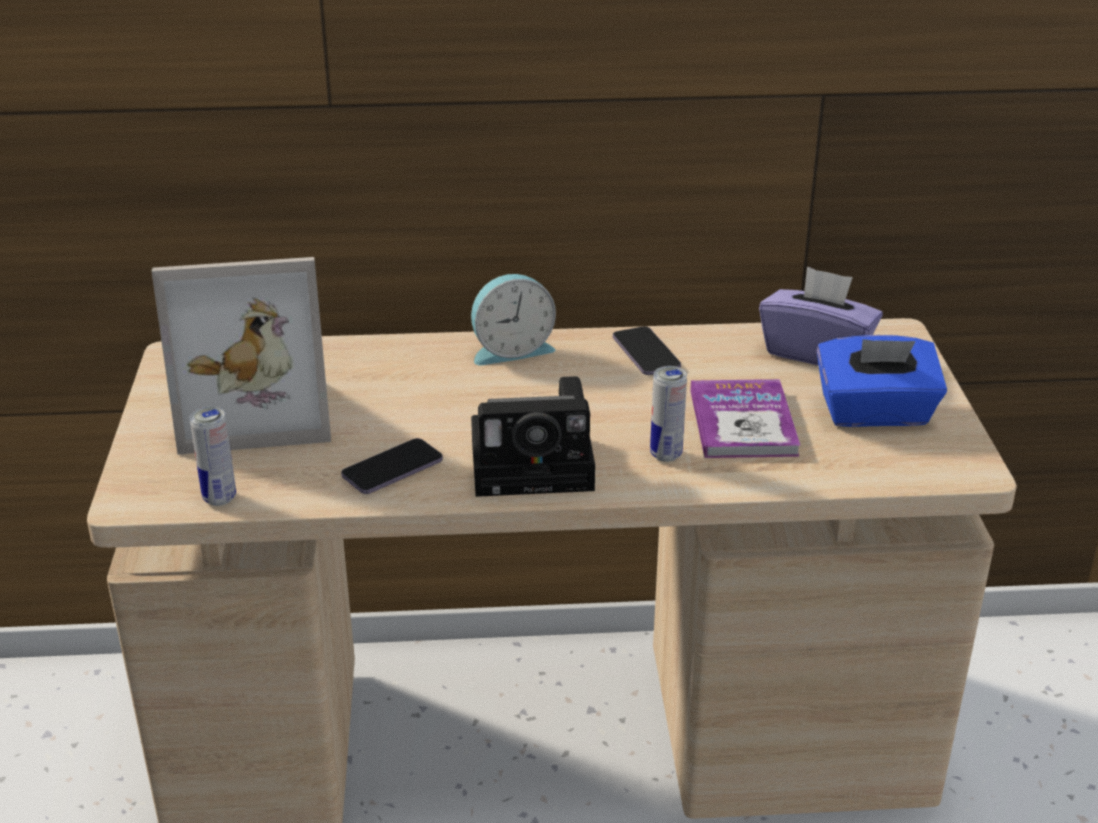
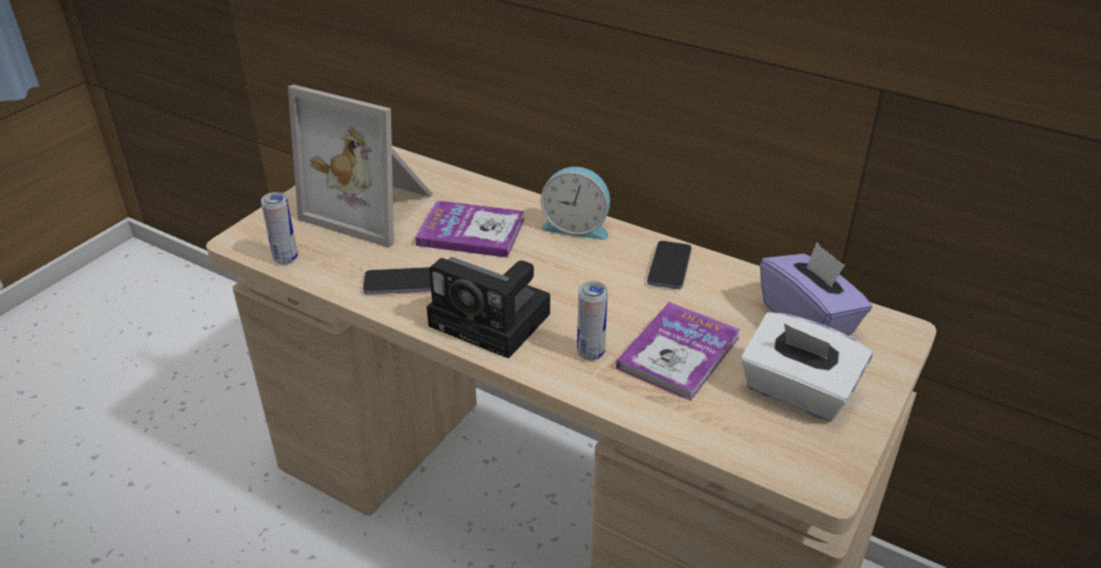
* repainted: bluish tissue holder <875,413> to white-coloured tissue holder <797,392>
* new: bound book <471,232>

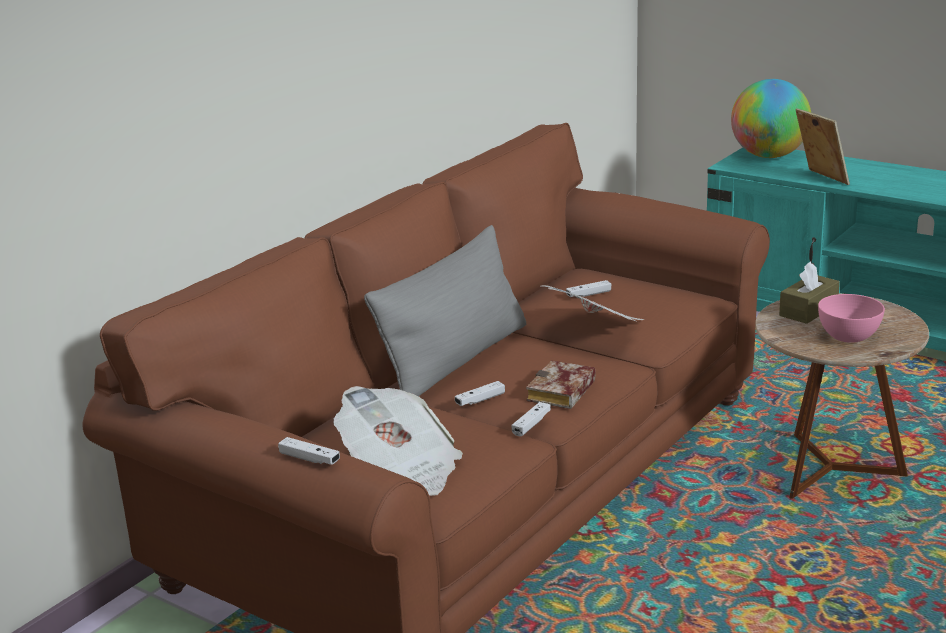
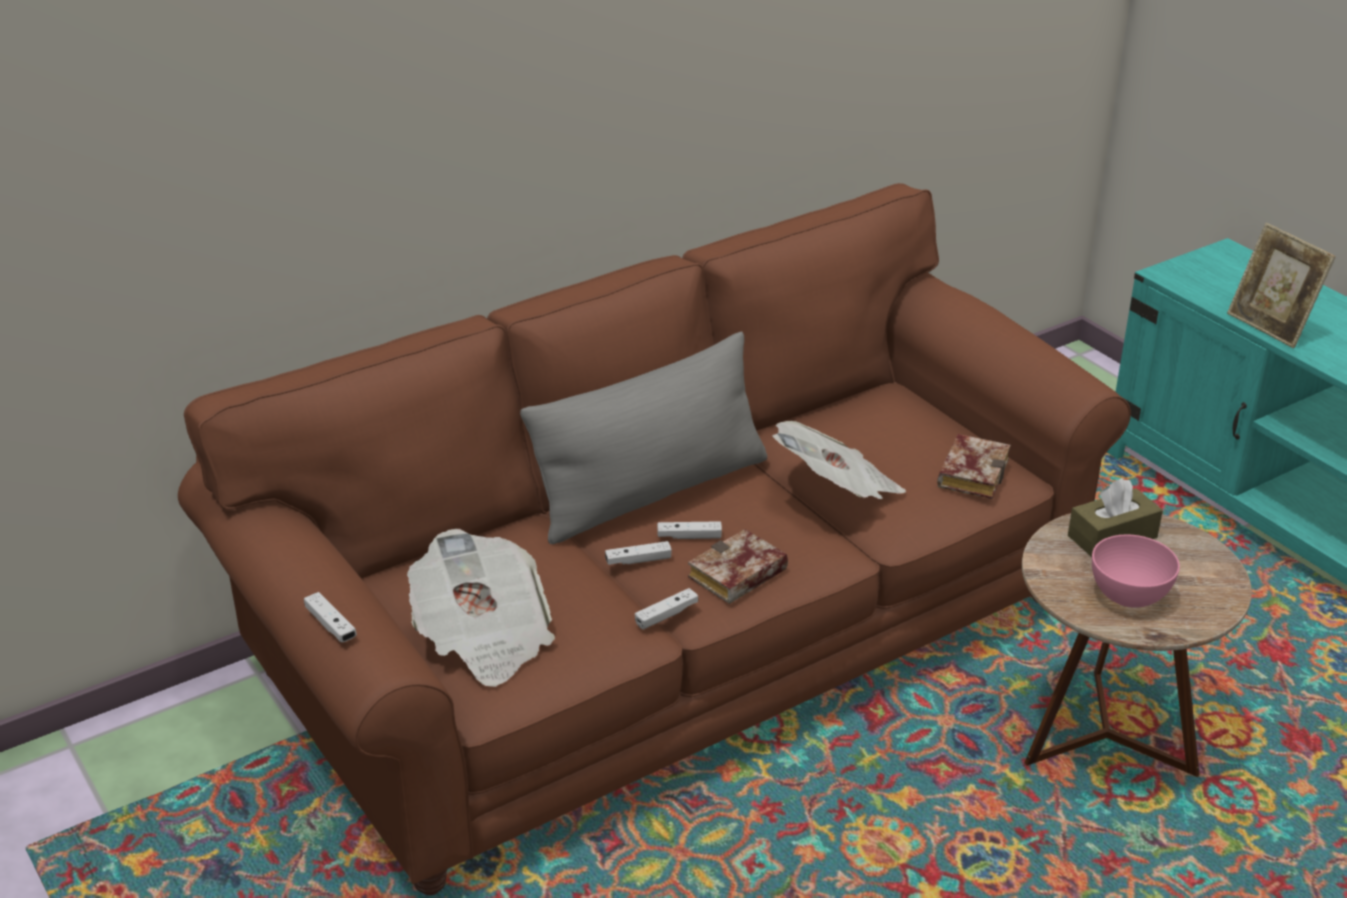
* gone: desk globe <768,156>
* rotated: picture frame <820,179> = <1270,327> 150 degrees clockwise
* shifted: white-coloured gamepad <588,294> to <689,536>
* new: bound book <971,471>

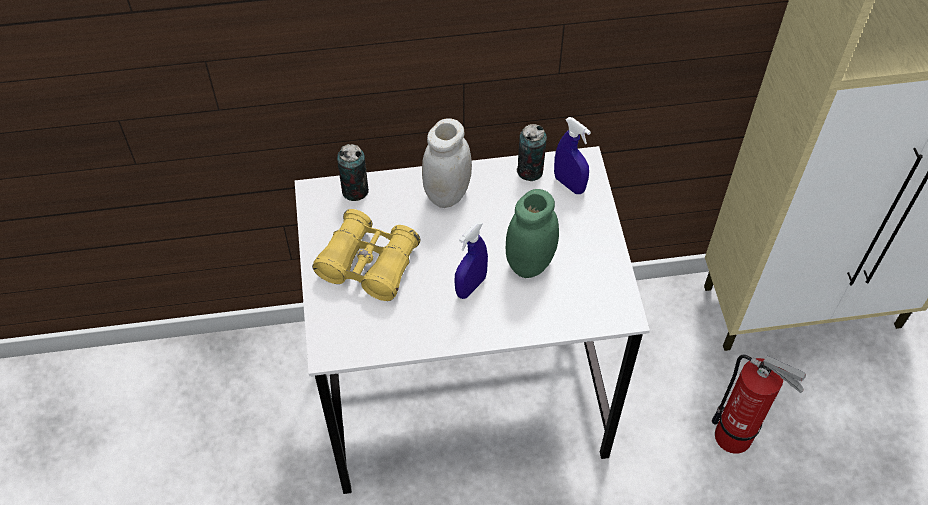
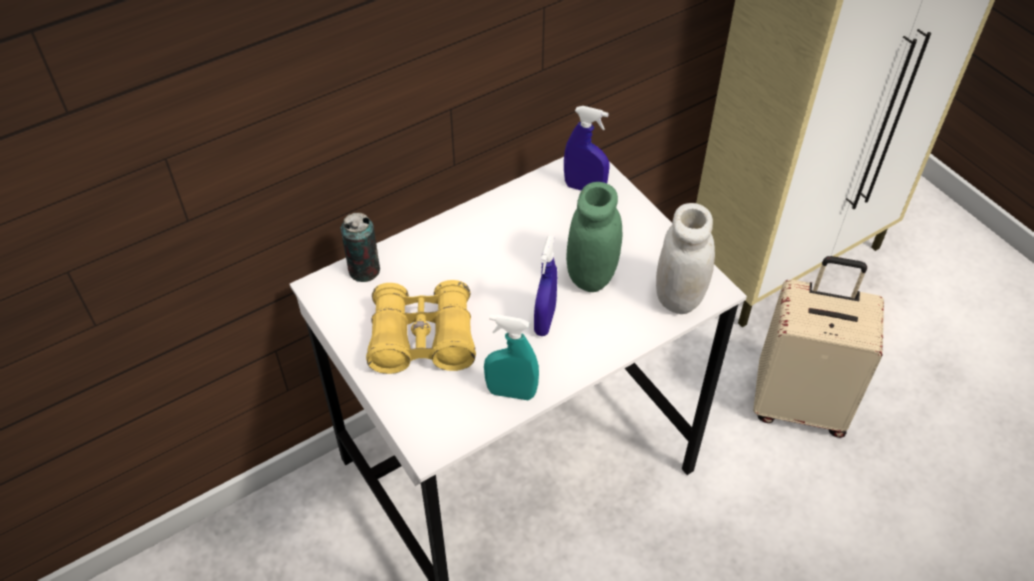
* shifted: white-coloured jar <447,194> to <679,297>
* gone: can <530,171>
* swapped: extinguisher <738,439> to beige-coloured piece of luggage <799,403>
* new: turquoise-coloured hand sprayer <511,392>

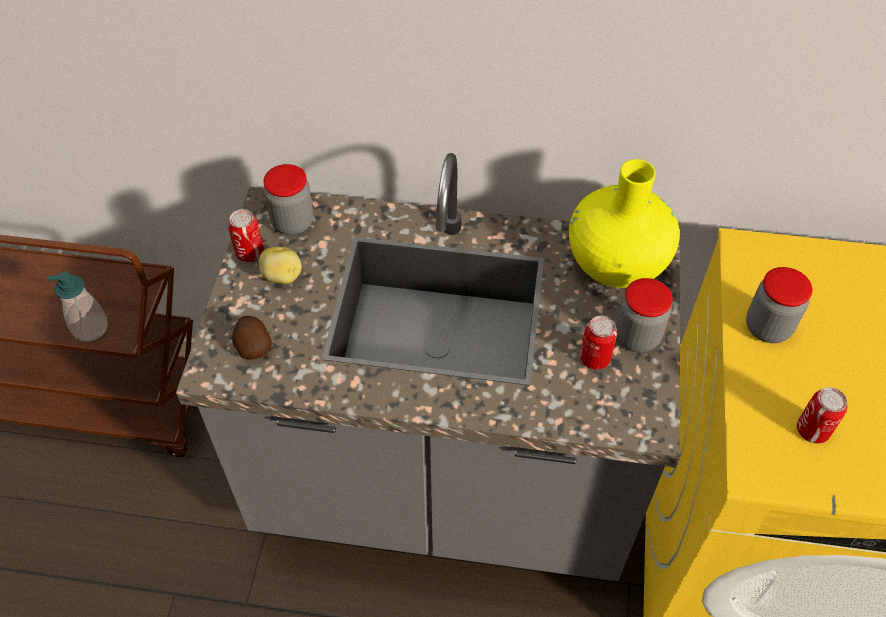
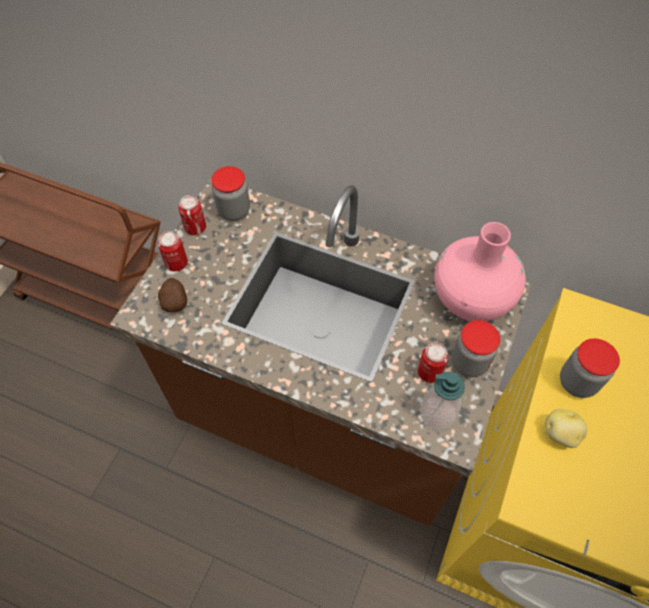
* repainted: grey kitchen base unit <443,488> to brown kitchen base unit <324,420>
* repainted: yellow decorative vase <616,264> to pink decorative vase <471,298>
* shifted: whole potato <282,277> to <560,434>
* shifted: liquid soap bottle <90,328> to <437,414>
* shifted: can <812,430> to <176,263>

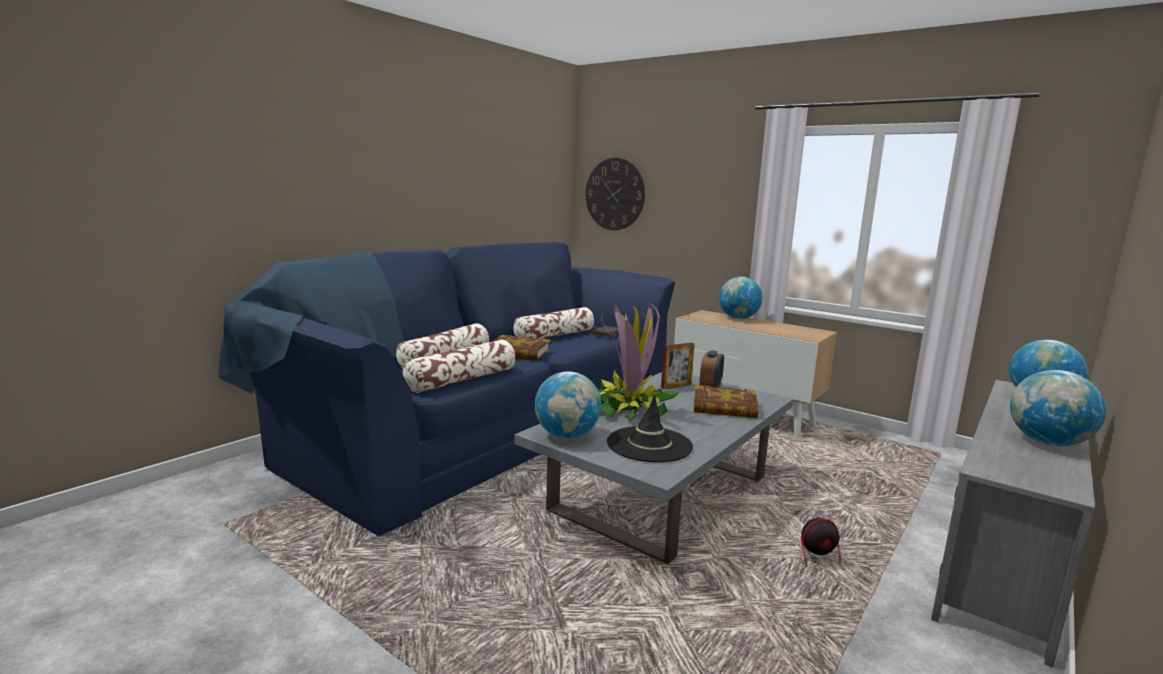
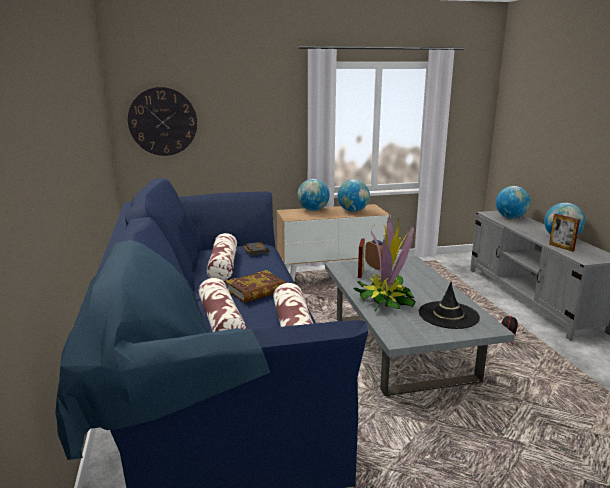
* shifted: desk globe <567,435> to <353,211>
* gone: bound book <724,408>
* new: picture frame <561,247>

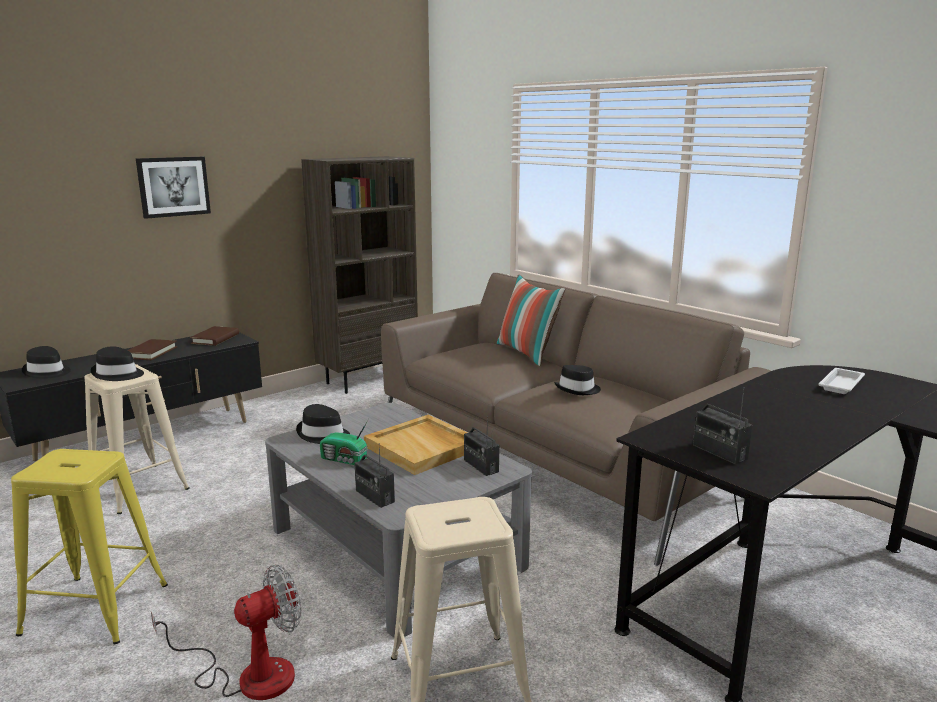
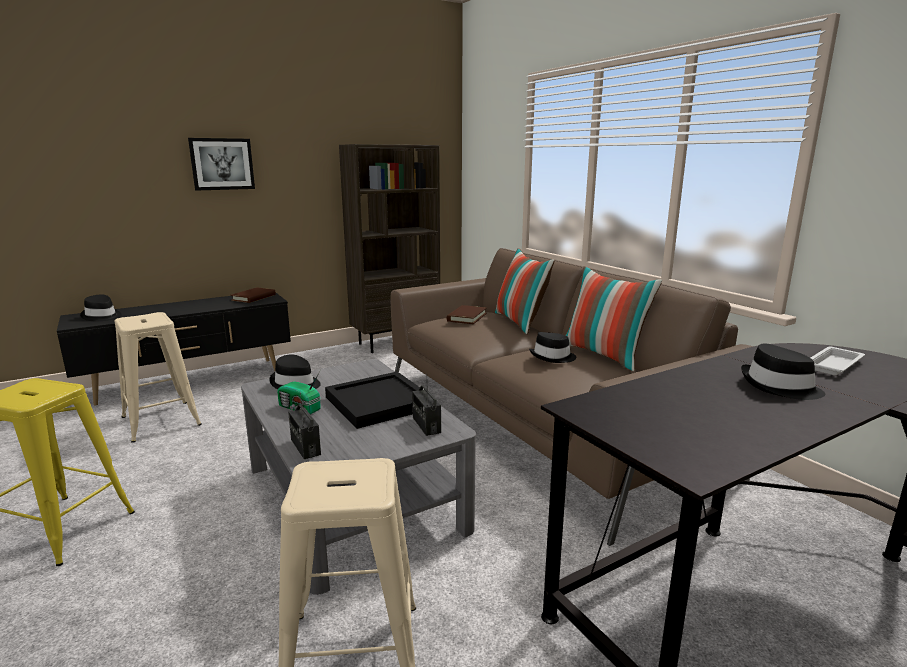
* shifted: brown bound book <151,352> to <467,317>
* shifted: black-coloured clothing hat <118,374> to <779,387>
* gone: radio <719,452>
* repainted: beige-coloured serving tray <423,447> to black-coloured serving tray <380,402>
* gone: fan <248,675>
* new: pillow <604,355>

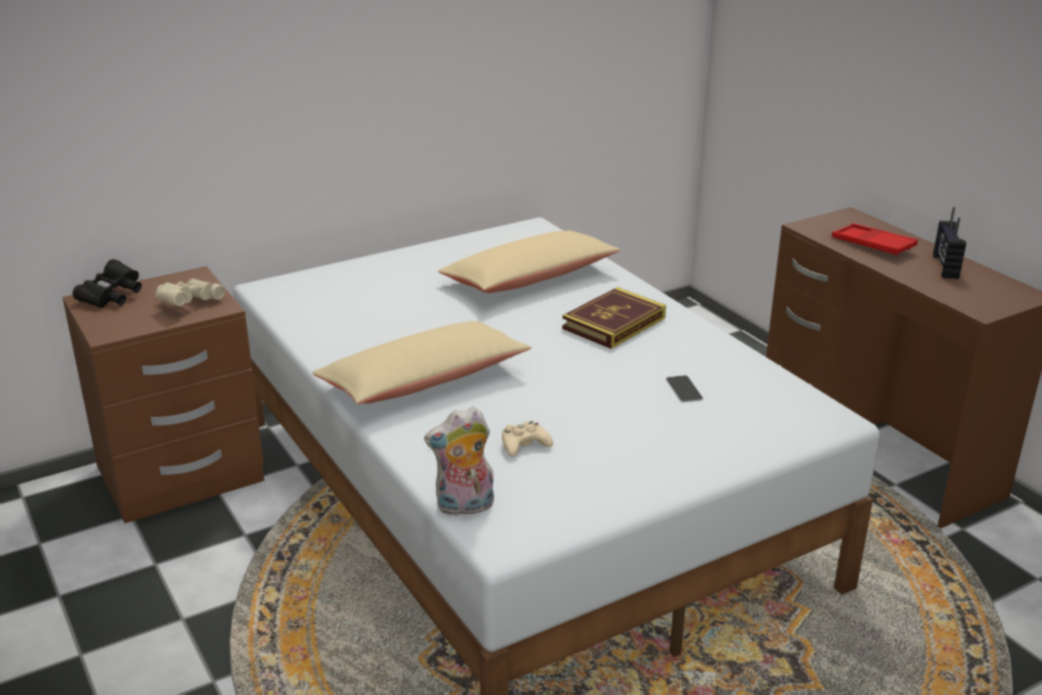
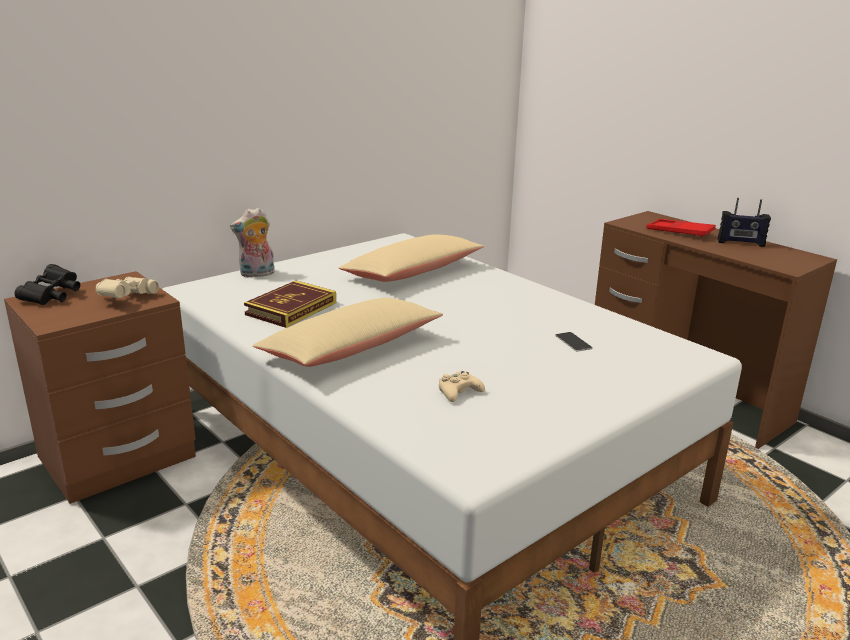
* rotated: radio <944,266> = <741,243> 75 degrees counterclockwise
* shifted: bound book <614,323> to <291,308>
* shifted: cuddly toy <464,507> to <256,274>

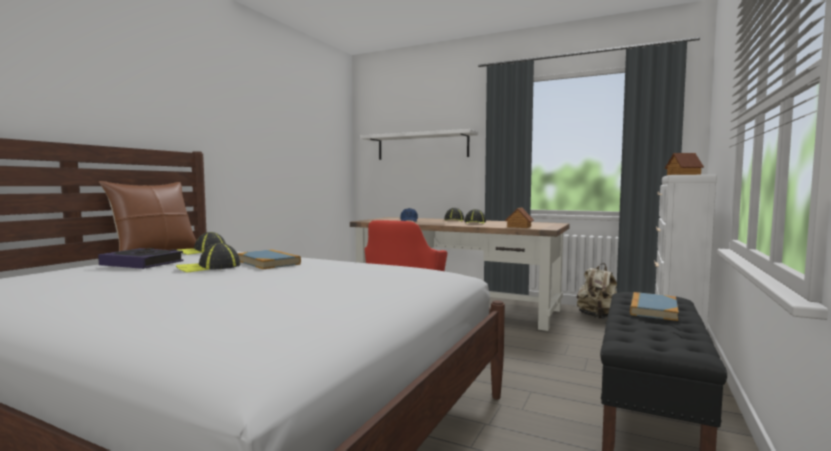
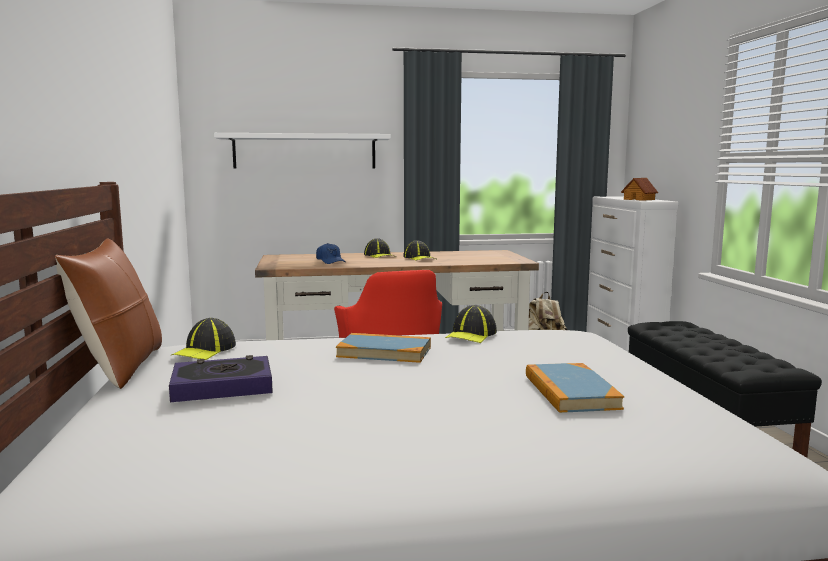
* gone: model house <519,227>
* shifted: peaked cap <209,267> to <471,335>
* shifted: bound book <653,309> to <570,392>

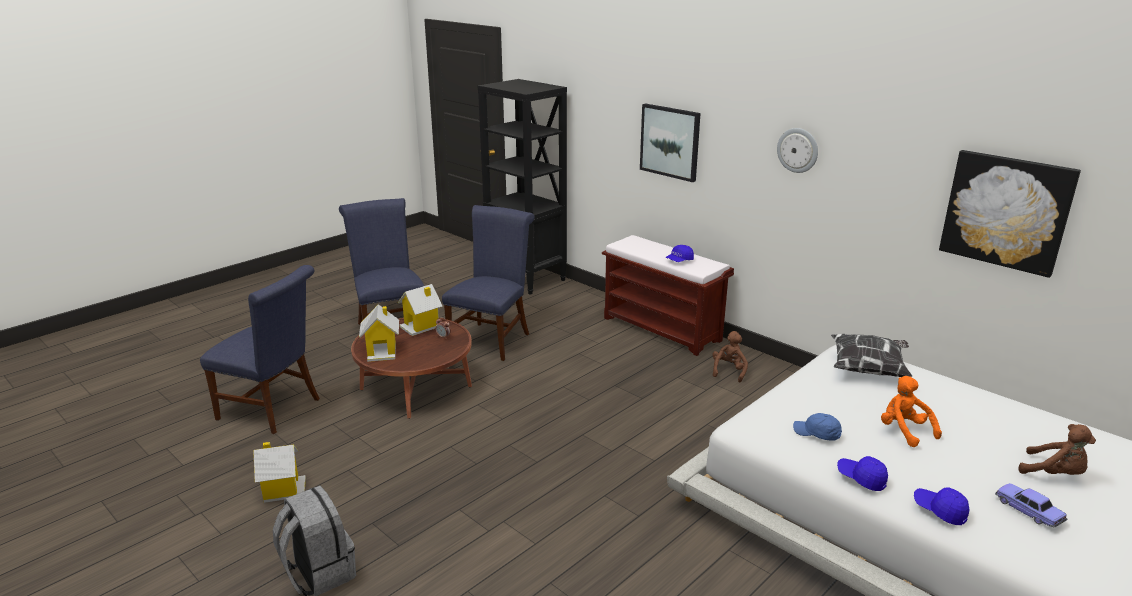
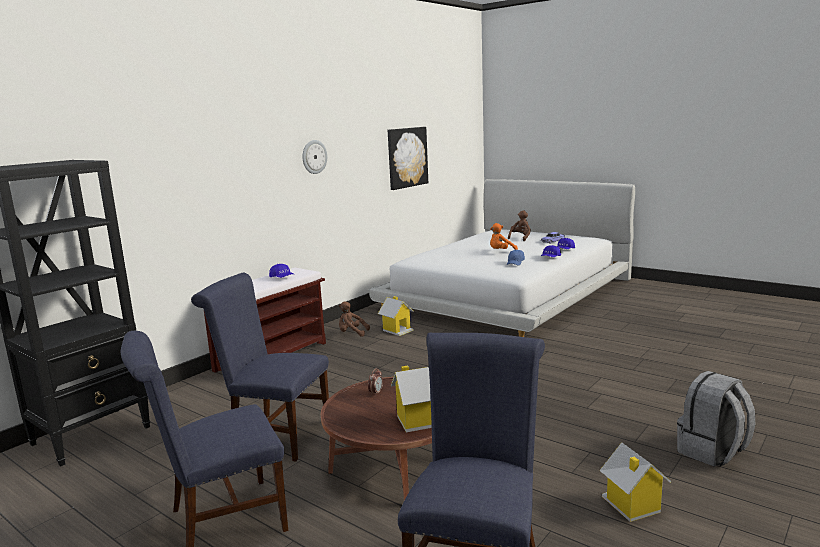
* gone: wall picture <670,142>
* shifted: model house <421,326> to <397,330>
* gone: pillow <868,369>

